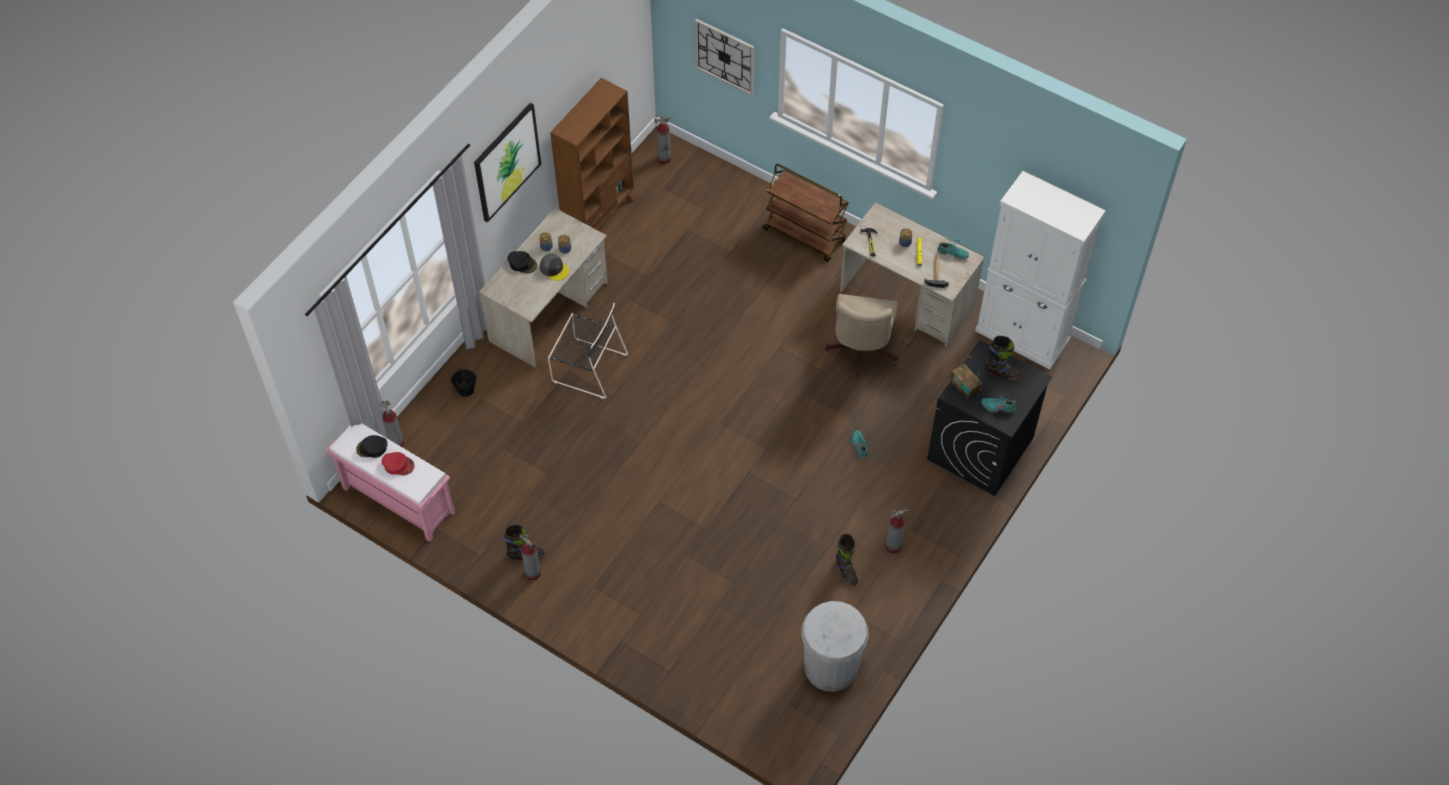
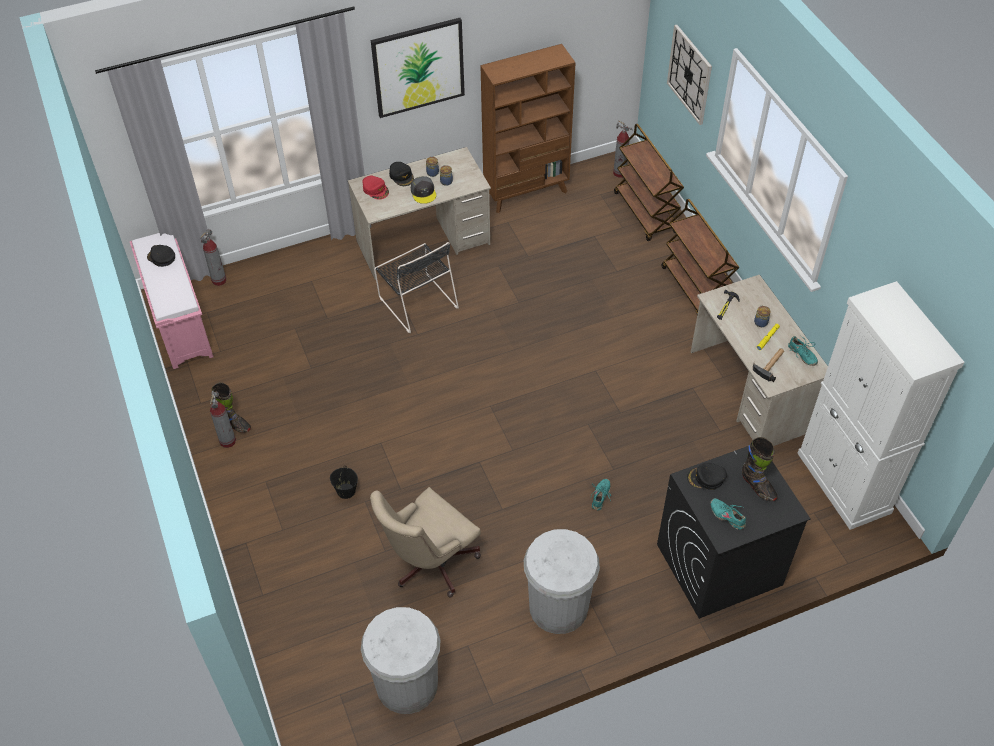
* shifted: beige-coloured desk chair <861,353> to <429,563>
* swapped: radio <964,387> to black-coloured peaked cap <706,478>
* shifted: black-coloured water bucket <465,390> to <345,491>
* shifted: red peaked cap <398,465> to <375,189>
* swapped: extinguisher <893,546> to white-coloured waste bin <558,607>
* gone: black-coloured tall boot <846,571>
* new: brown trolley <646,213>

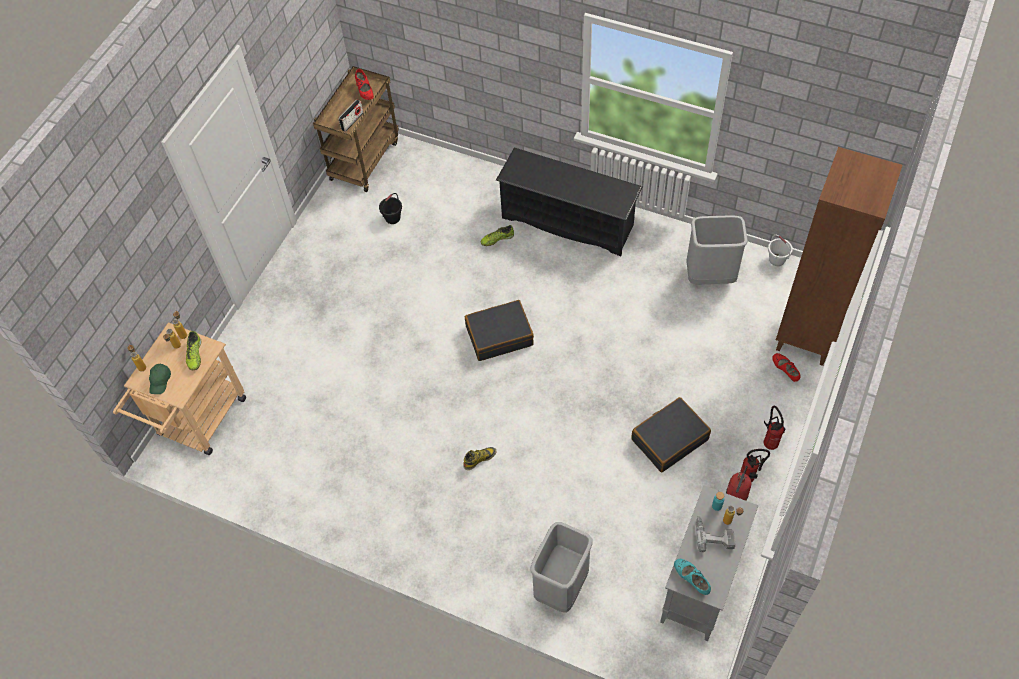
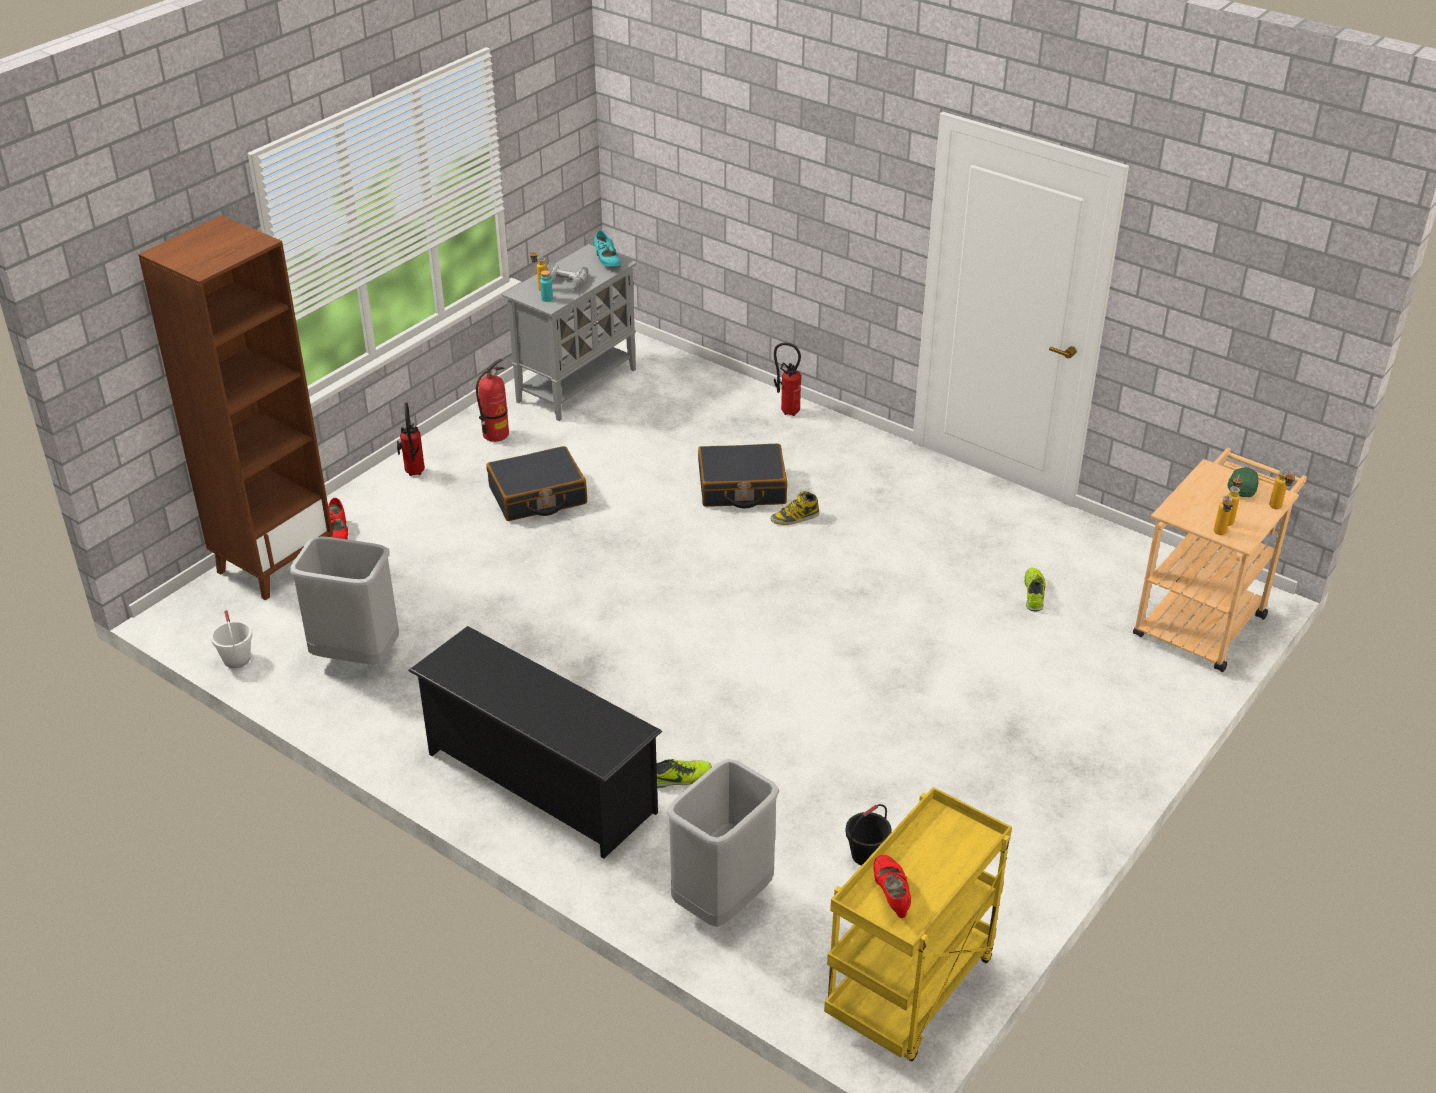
* repainted: brown trolley <364,159> to yellow trolley <910,992>
* gone: radio <352,121>
* shifted: black-coloured piece of luggage <499,335> to <741,488>
* shifted: item of footwear <195,354> to <1034,593>
* shifted: extinguisher <749,479> to <787,411>
* shifted: grey waste bin <561,585> to <723,902>

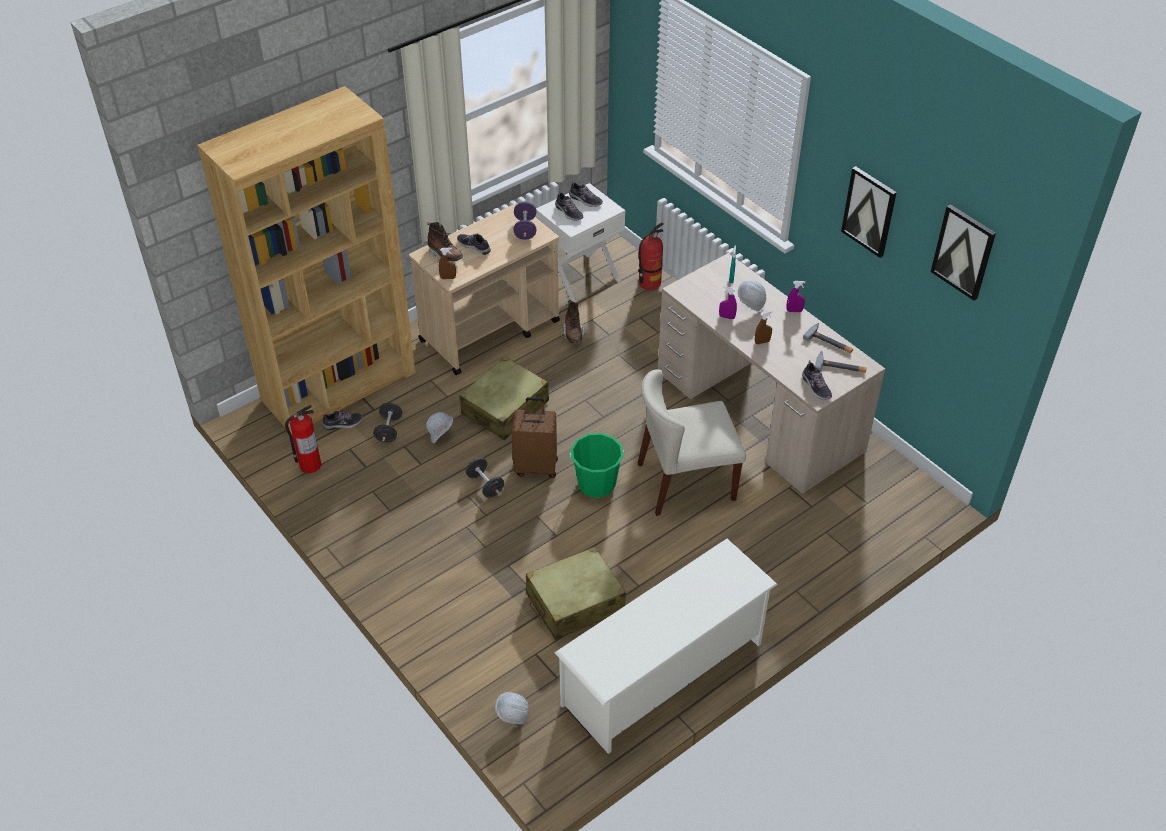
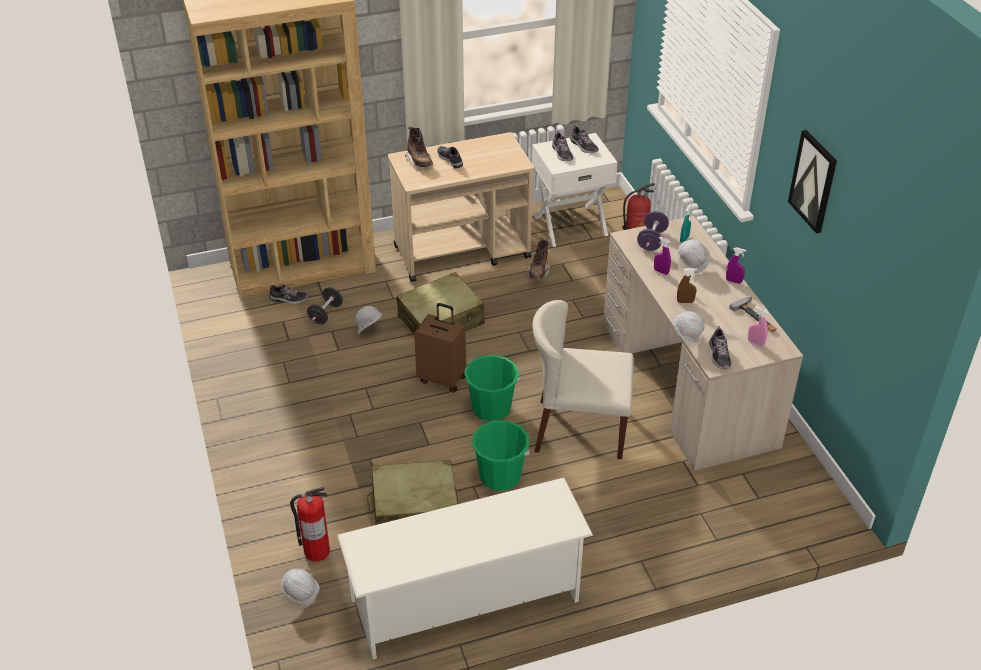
* shifted: purplish dumbbell <525,229> to <652,240>
* gone: wall picture <963,251>
* gone: brown hand sprayer <448,278>
* swapped: hand hammer <840,366> to pink hand sprayer <755,342>
* shifted: extinguisher <309,465> to <316,551>
* gone: black-coloured dumbbell <485,485>
* new: white-coloured hard hat <686,338>
* new: green water bucket <500,476>

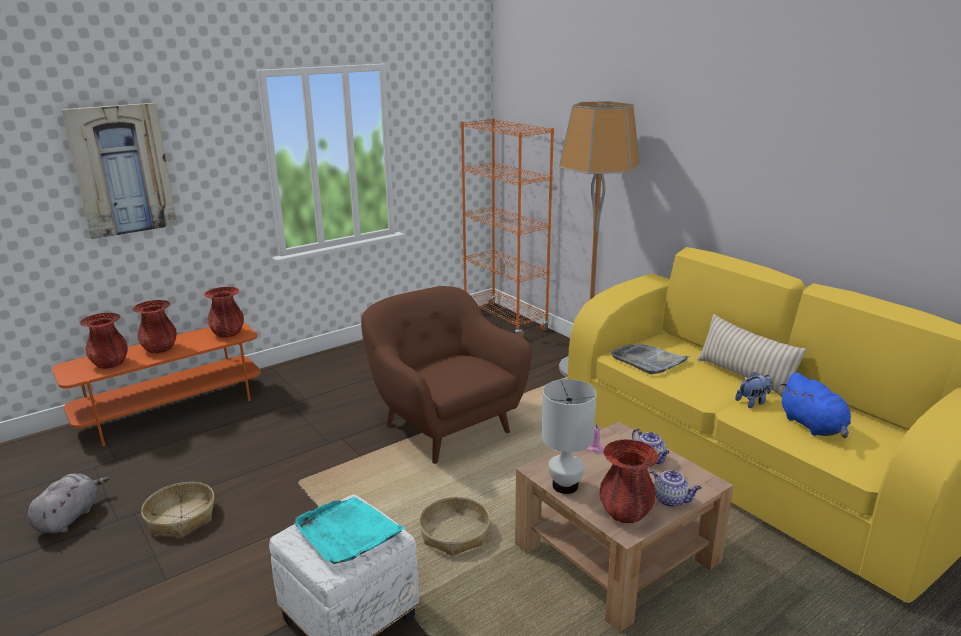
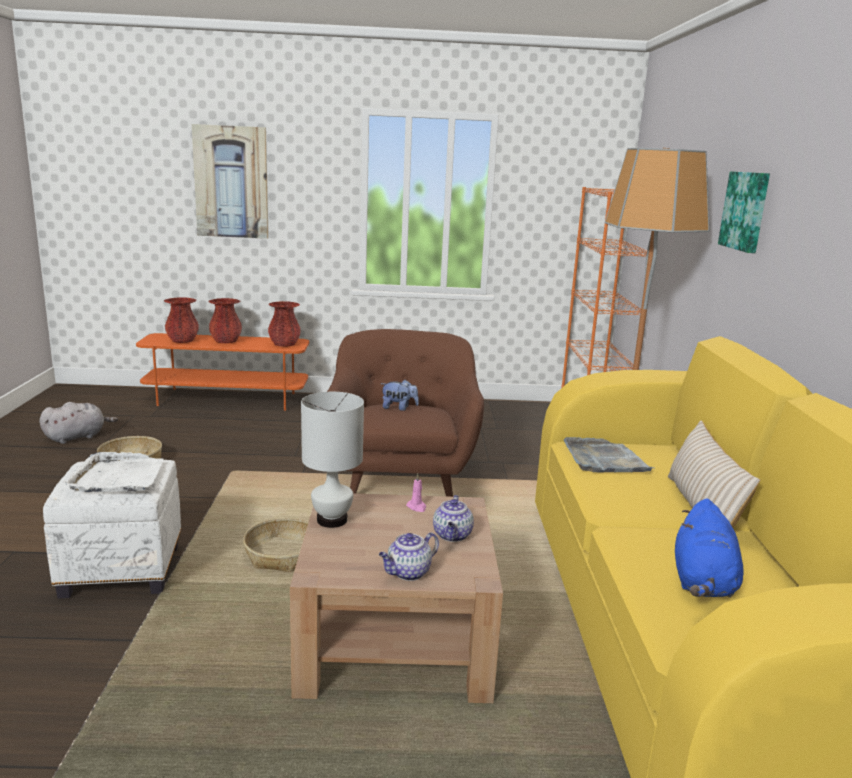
* shifted: cuddly toy <753,402> to <399,408>
* gone: red decorative vase <625,512>
* rotated: teapot <671,500> = <408,573> 75 degrees clockwise
* repainted: turquoise-coloured serving tray <347,532> to white-coloured serving tray <117,477>
* new: wall picture <746,211>

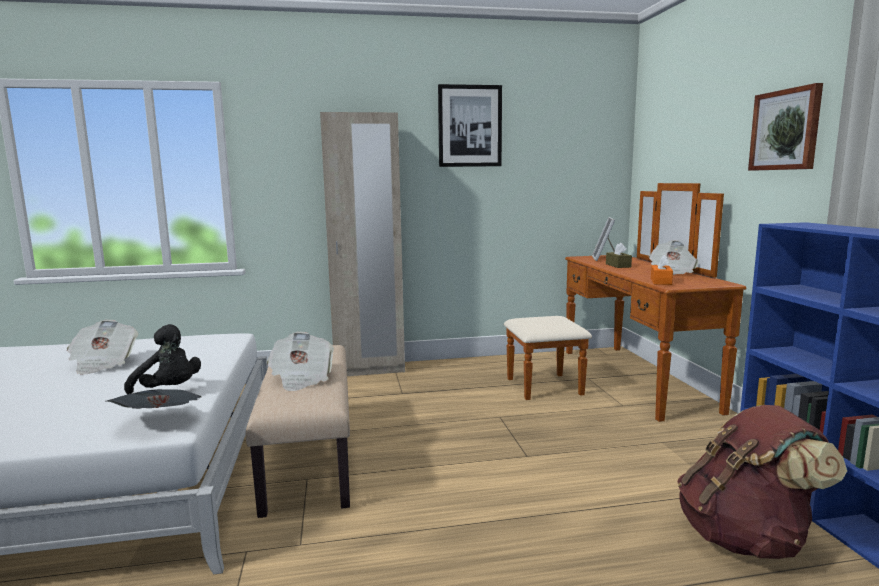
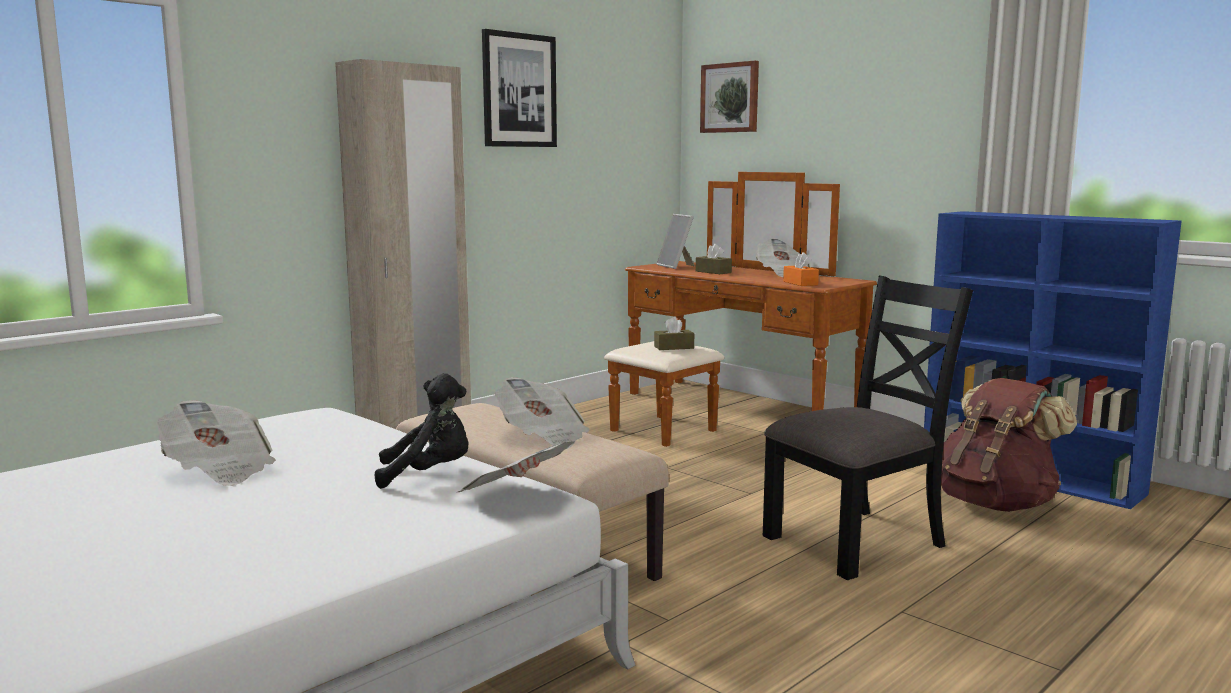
* shifted: wall picture <785,130> to <730,98>
* new: black-coloured chair <856,541>
* new: brown tissue holder <674,347>

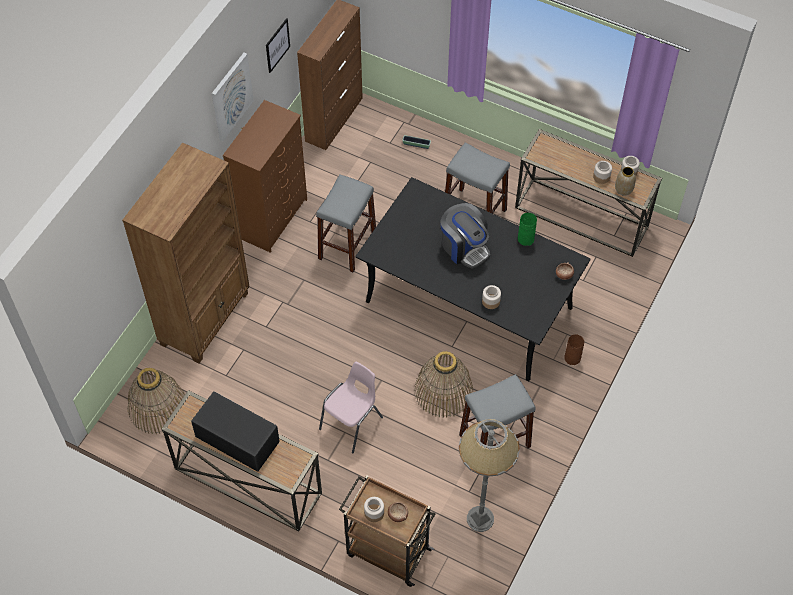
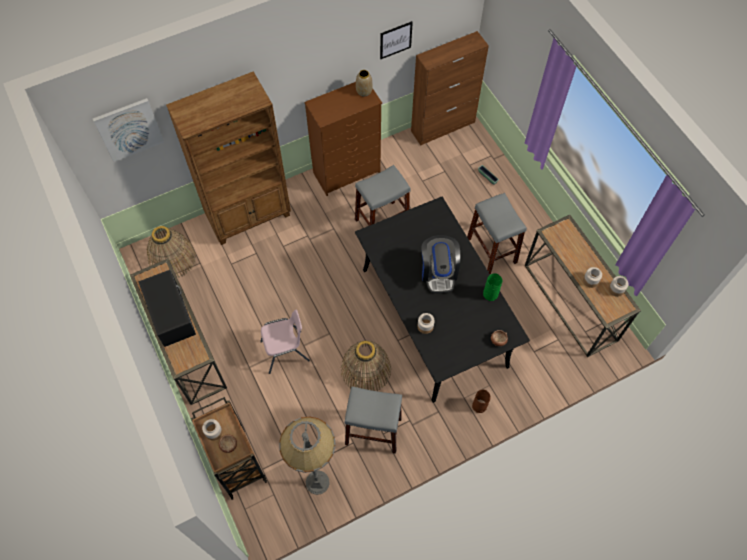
* shifted: wall picture <231,96> to <129,129>
* shifted: decorative vase <624,189> to <364,91>

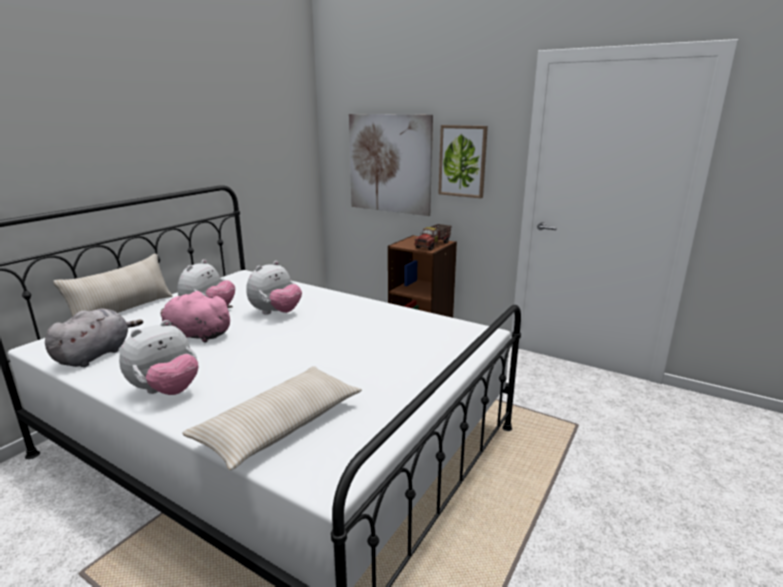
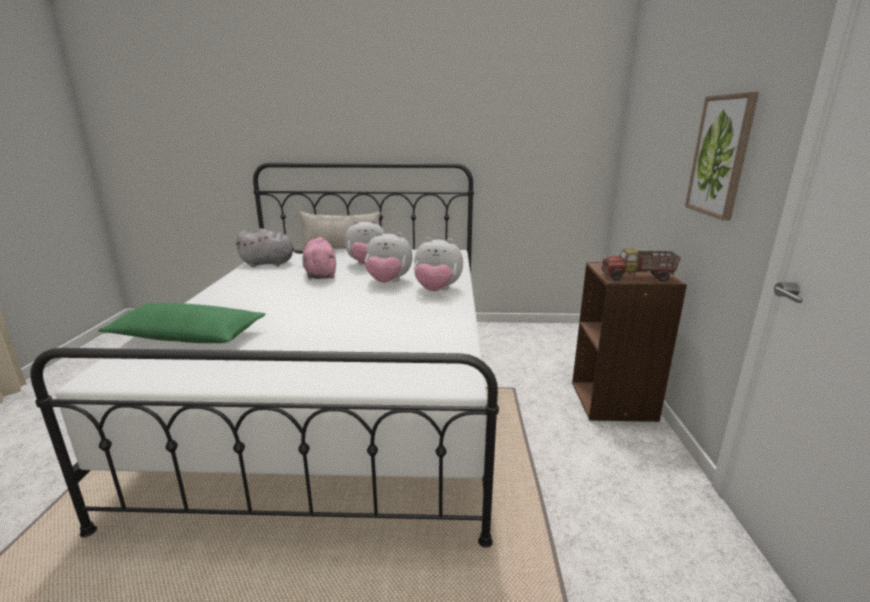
* gone: wall picture <389,164>
* shifted: cuddly toy <166,391> to <437,290>
* repainted: beige-coloured pillow <280,426> to green pillow <188,337>

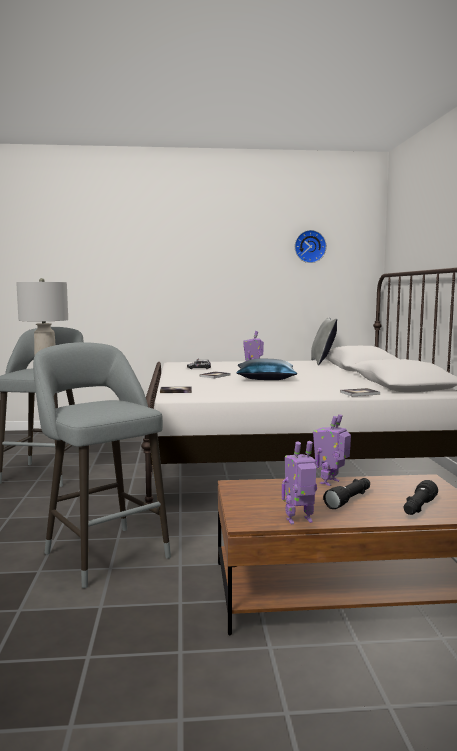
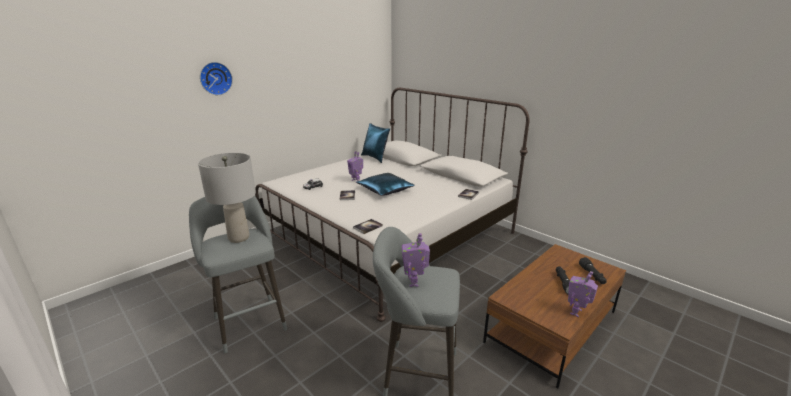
* shifted: clock on the wall <309,246> to <215,78>
* repainted: grey pillow <323,362> to bluish pillow <375,158>
* shifted: toy robot <330,482> to <414,282>

